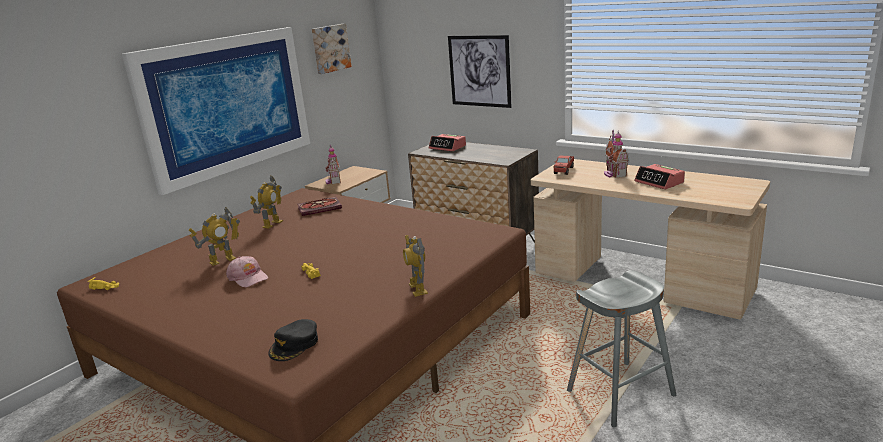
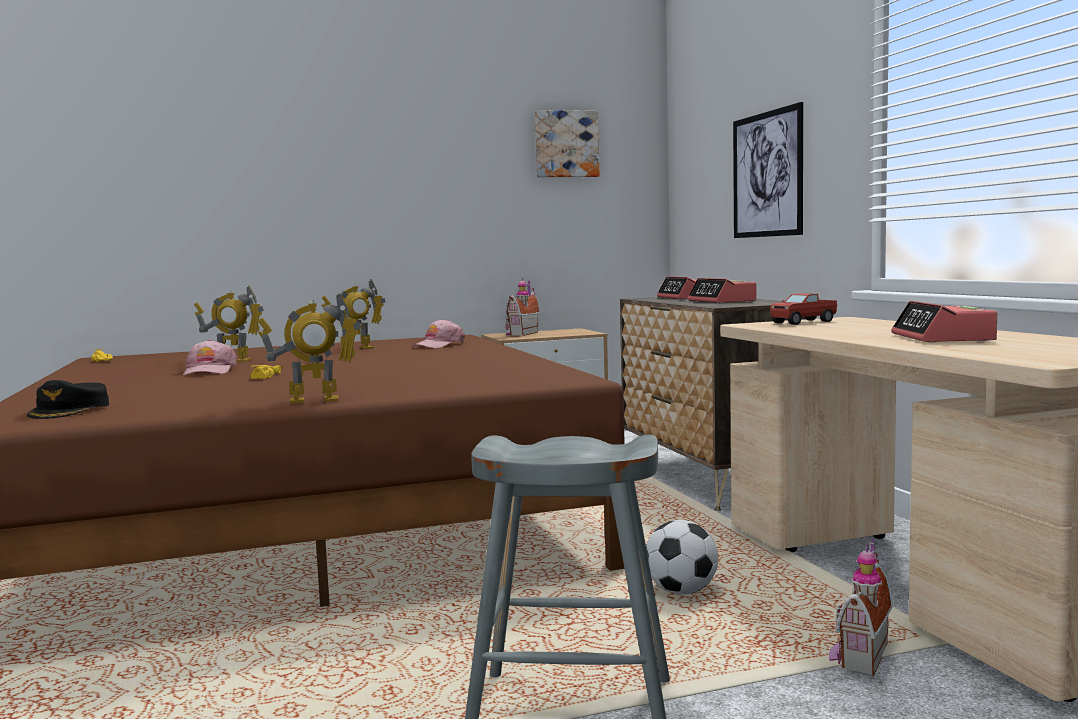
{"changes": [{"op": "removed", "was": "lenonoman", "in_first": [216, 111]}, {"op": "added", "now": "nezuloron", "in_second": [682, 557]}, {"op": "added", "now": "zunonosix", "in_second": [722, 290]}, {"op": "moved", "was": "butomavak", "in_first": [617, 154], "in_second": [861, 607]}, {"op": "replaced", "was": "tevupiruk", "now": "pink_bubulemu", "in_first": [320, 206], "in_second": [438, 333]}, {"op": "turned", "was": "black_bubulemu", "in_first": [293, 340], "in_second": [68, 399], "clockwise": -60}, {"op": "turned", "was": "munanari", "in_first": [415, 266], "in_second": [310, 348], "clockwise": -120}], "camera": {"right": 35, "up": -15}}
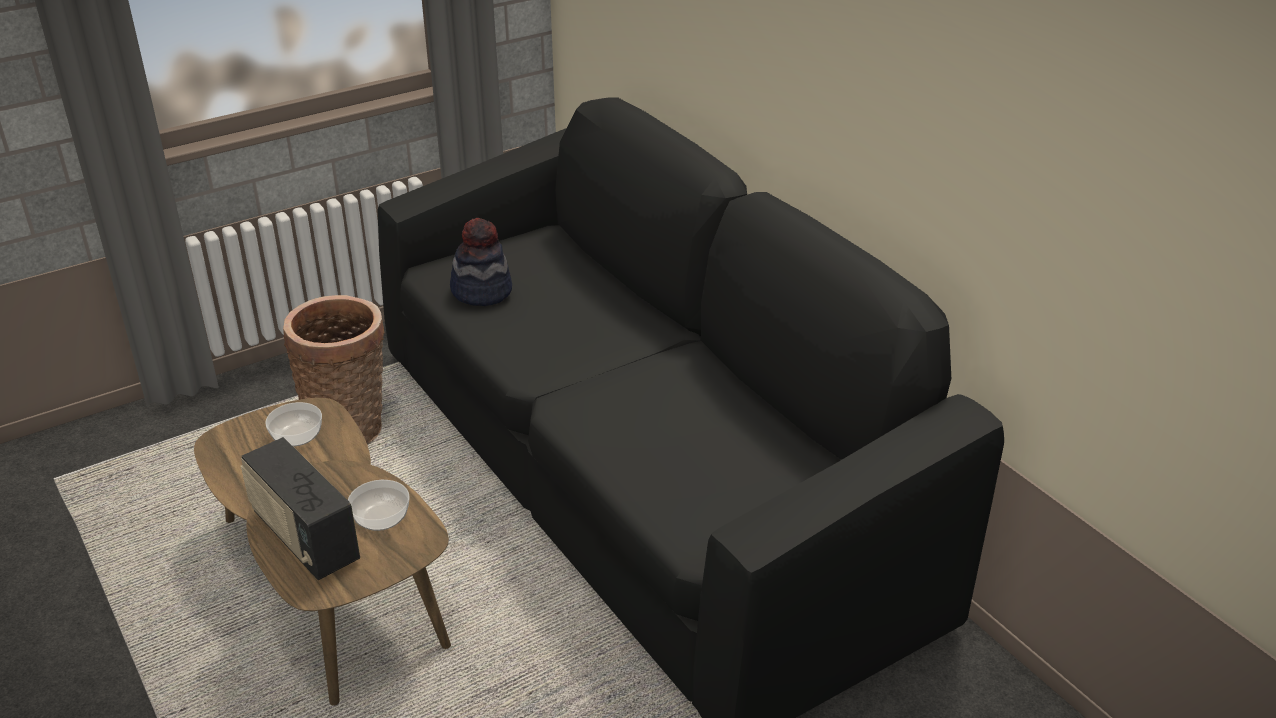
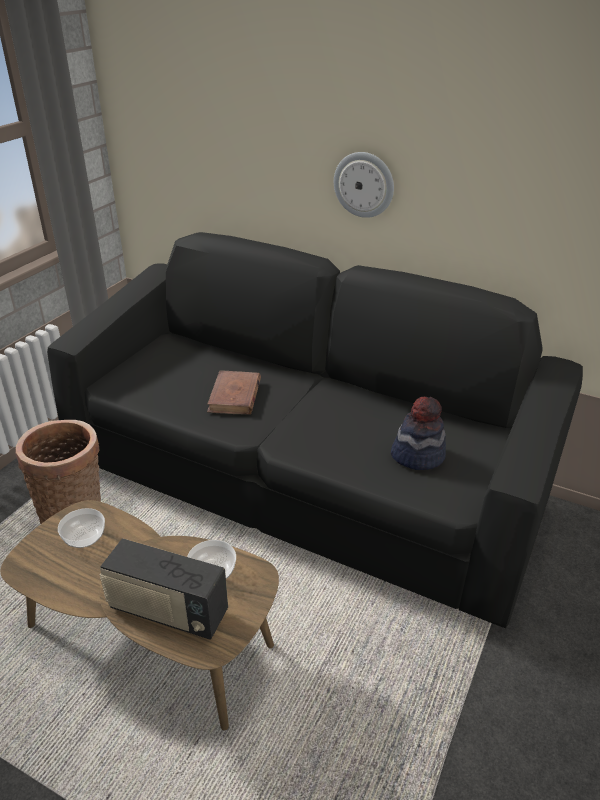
{"changes": [{"op": "added", "now": "brown_tevupiruk", "in_second": [234, 392]}, {"op": "added", "now": "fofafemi", "in_second": [364, 185]}, {"op": "moved", "was": "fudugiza", "in_first": [481, 262], "in_second": [418, 433]}], "camera": {"right": -30, "up": 0}}
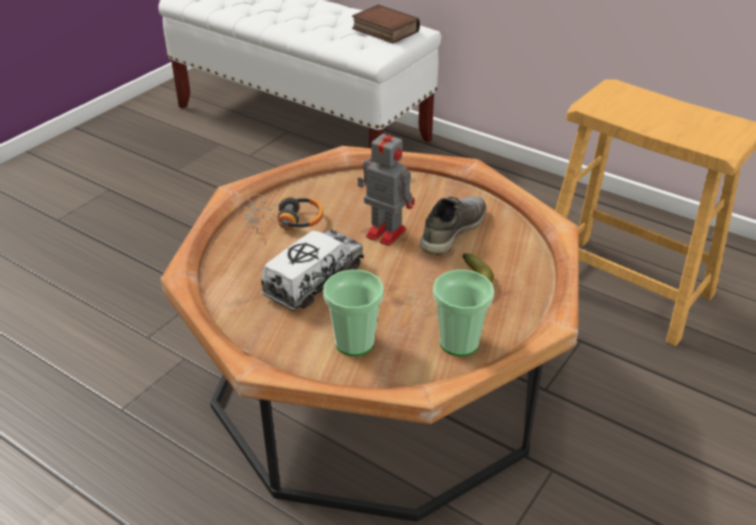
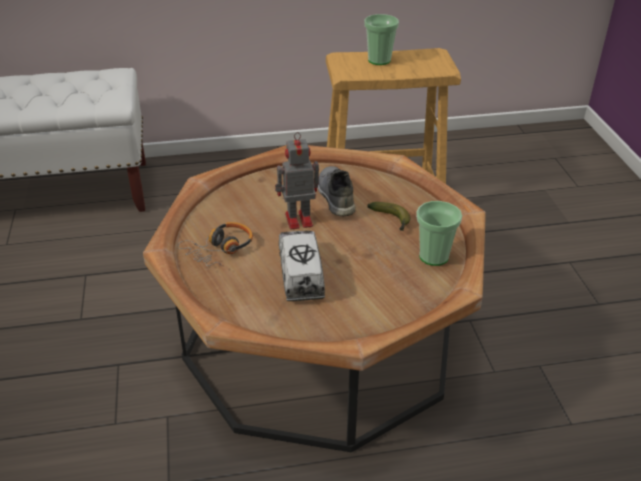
{"changes": [{"op": "removed", "was": "tevupiruk", "in_first": [386, 24]}, {"op": "moved", "was": "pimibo", "in_first": [353, 313], "in_second": [381, 39]}], "camera": {"right": -45, "up": 0}}
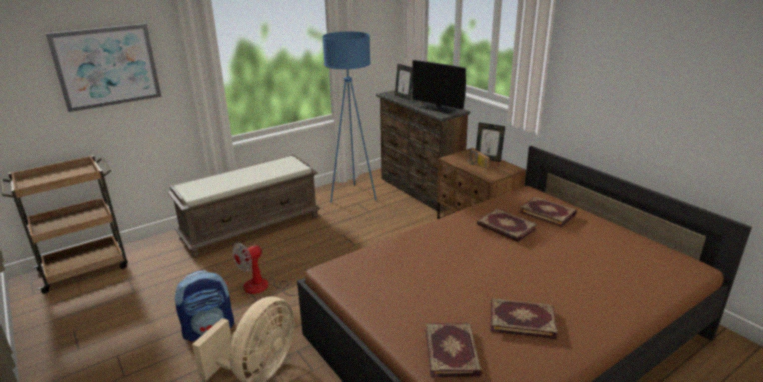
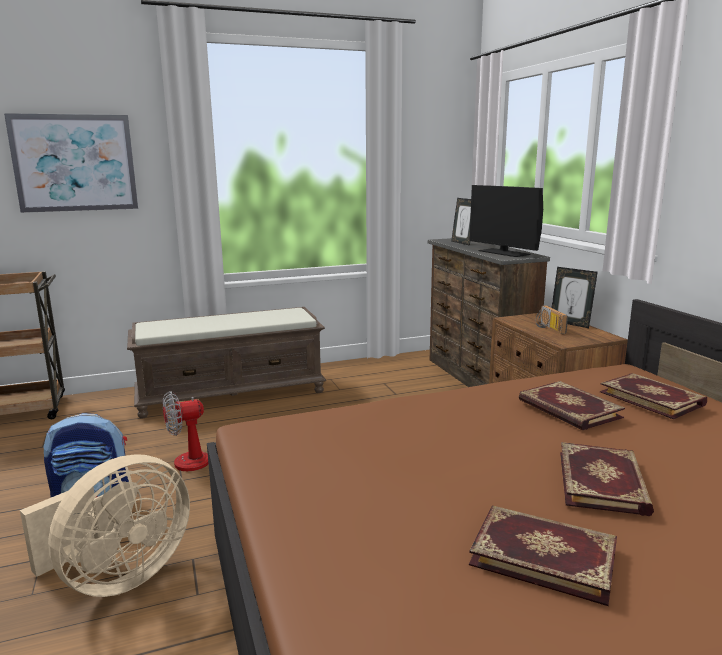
{"changes": [{"op": "removed", "was": "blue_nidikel", "in_first": [349, 117]}, {"op": "moved", "was": "tevupiruk", "in_first": [454, 350], "in_second": [607, 479]}], "camera": {"right": 15, "up": -10}}
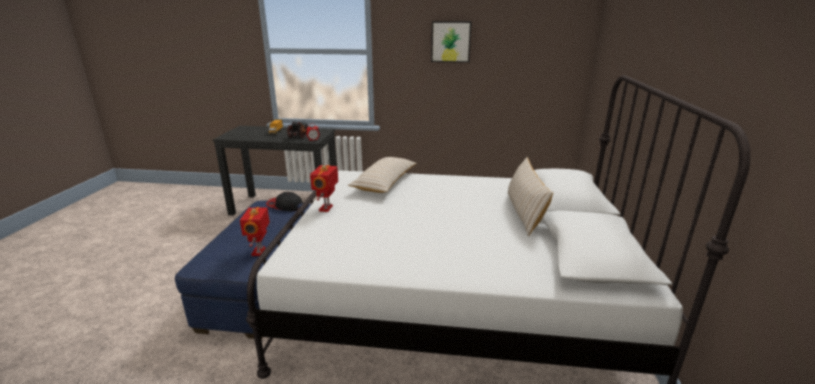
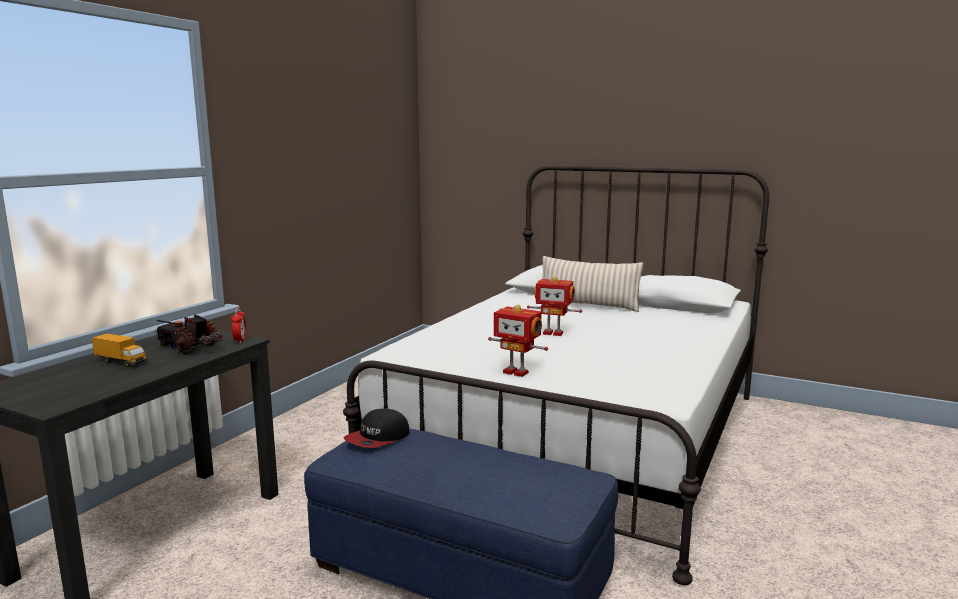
{"changes": [{"op": "removed", "was": "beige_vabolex", "in_first": [382, 175]}, {"op": "removed", "was": "lenonoman", "in_first": [451, 42]}, {"op": "moved", "was": "munanari", "in_first": [255, 231], "in_second": [554, 306]}], "camera": {"right": -70, "up": -10}}
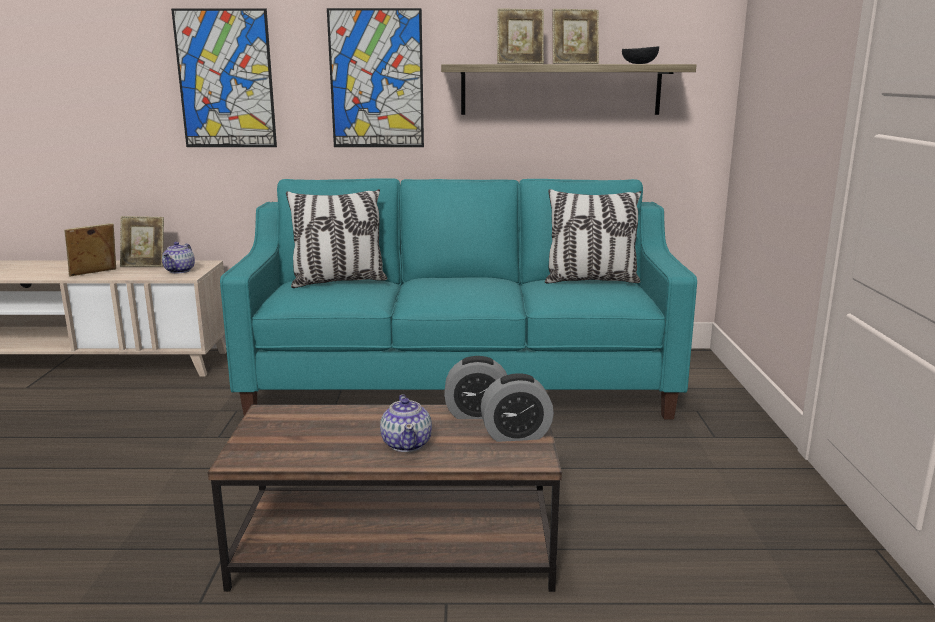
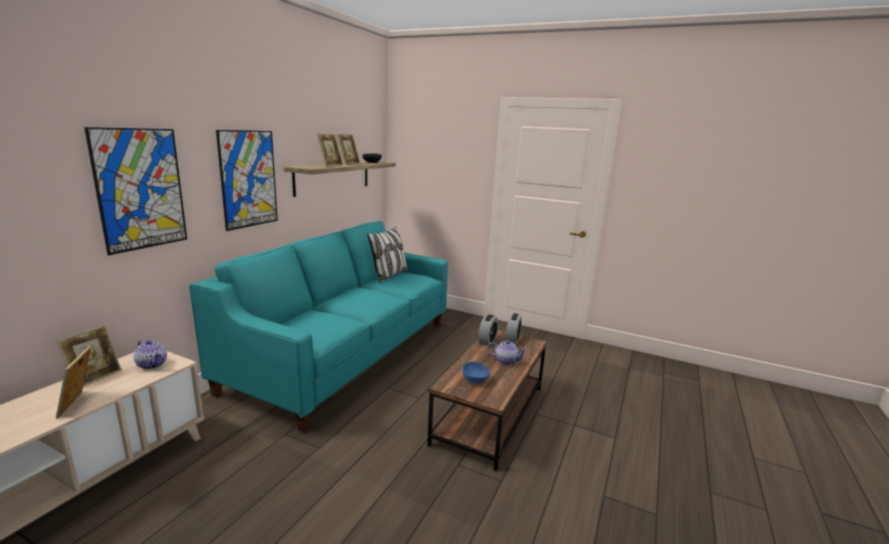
{"changes": [{"op": "removed", "was": "vabolex", "in_first": [336, 238]}, {"op": "added", "now": "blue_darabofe", "in_second": [476, 372]}], "camera": {"right": -65, "up": 0}}
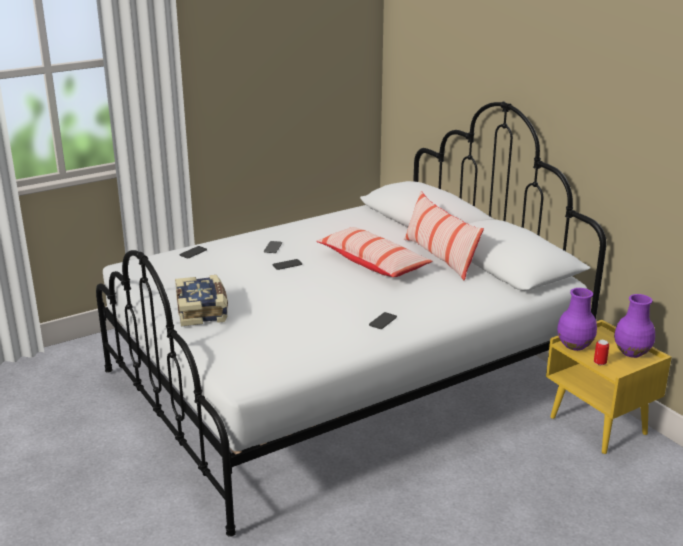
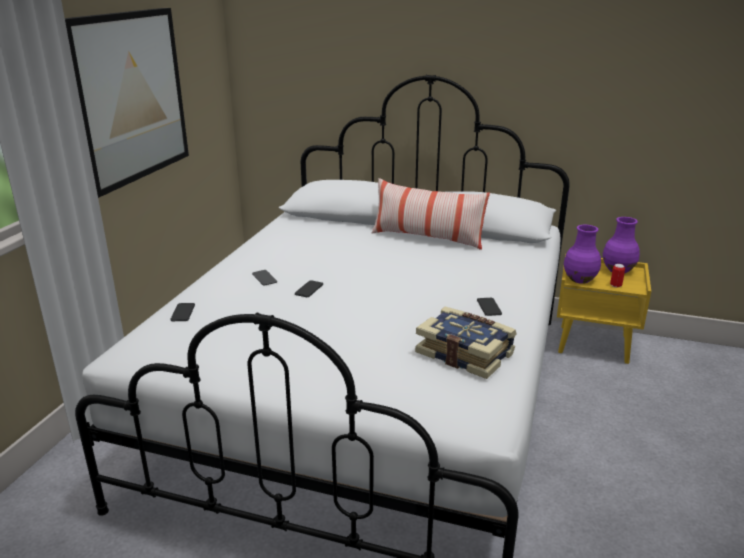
{"changes": [{"op": "removed", "was": "vabolex", "in_first": [374, 252]}, {"op": "added", "now": "lenonoman", "in_second": [127, 103]}, {"op": "moved", "was": "tevupiruk", "in_first": [201, 301], "in_second": [465, 342]}], "camera": {"right": -40, "up": 0}}
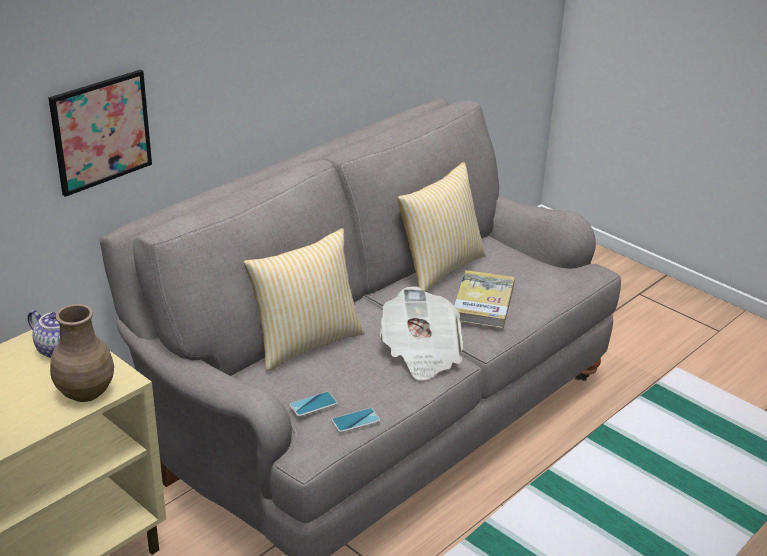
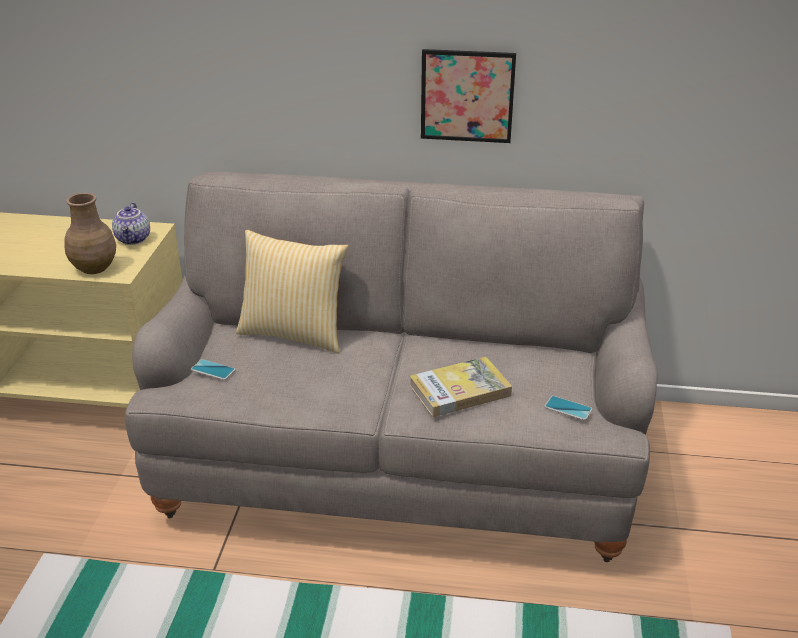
{"changes": [{"op": "removed", "was": "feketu", "in_first": [421, 333]}, {"op": "removed", "was": "vabolex", "in_first": [441, 227]}, {"op": "moved", "was": "lenonoman", "in_first": [100, 133], "in_second": [468, 96]}, {"op": "moved", "was": "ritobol", "in_first": [355, 420], "in_second": [568, 408]}], "camera": {"right": 55, "up": 0}}
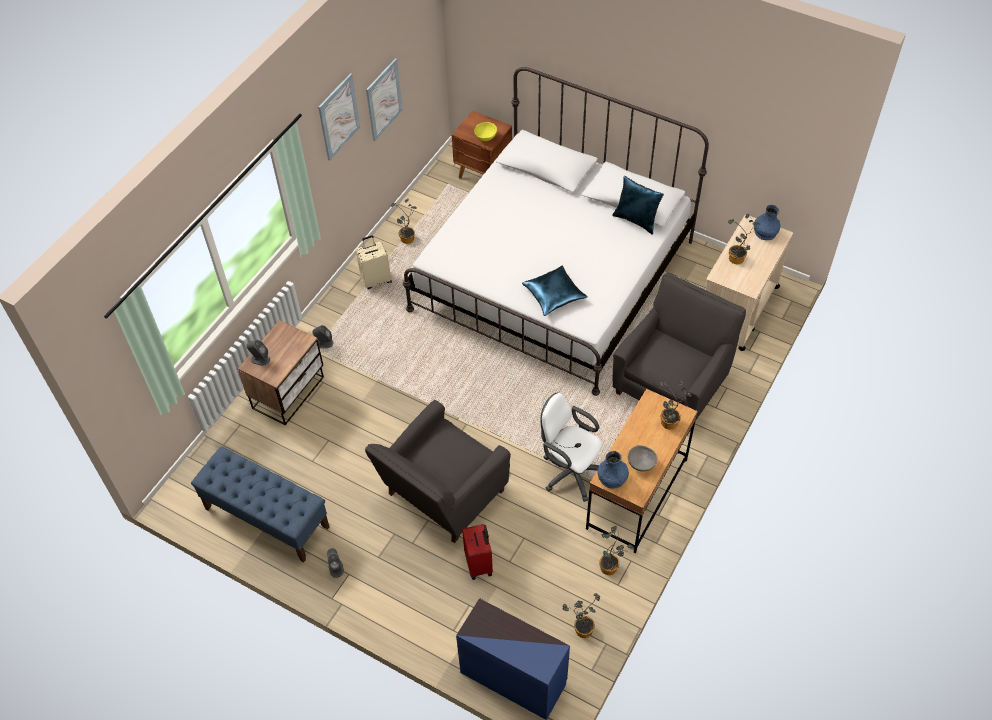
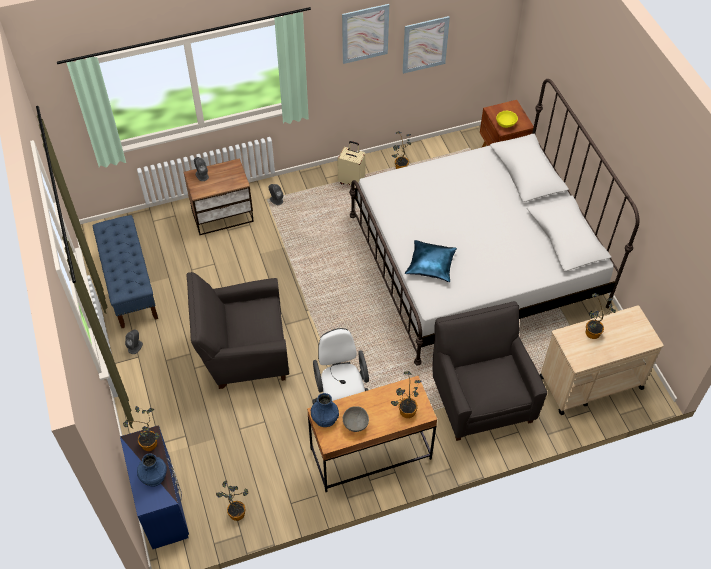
{"changes": [{"op": "removed", "was": "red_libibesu", "in_first": [477, 552]}, {"op": "removed", "was": "blue_vabolex", "in_first": [638, 205]}, {"op": "moved", "was": "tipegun", "in_first": [617, 550], "in_second": [141, 428]}, {"op": "moved", "was": "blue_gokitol", "in_first": [767, 222], "in_second": [152, 470]}, {"op": "turned", "was": "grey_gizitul", "in_first": [679, 351], "in_second": [489, 371], "clockwise": -90}], "camera": {"right": 40, "up": 0}}
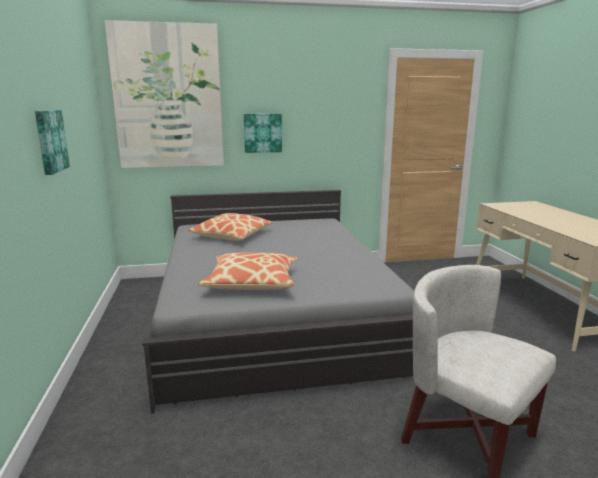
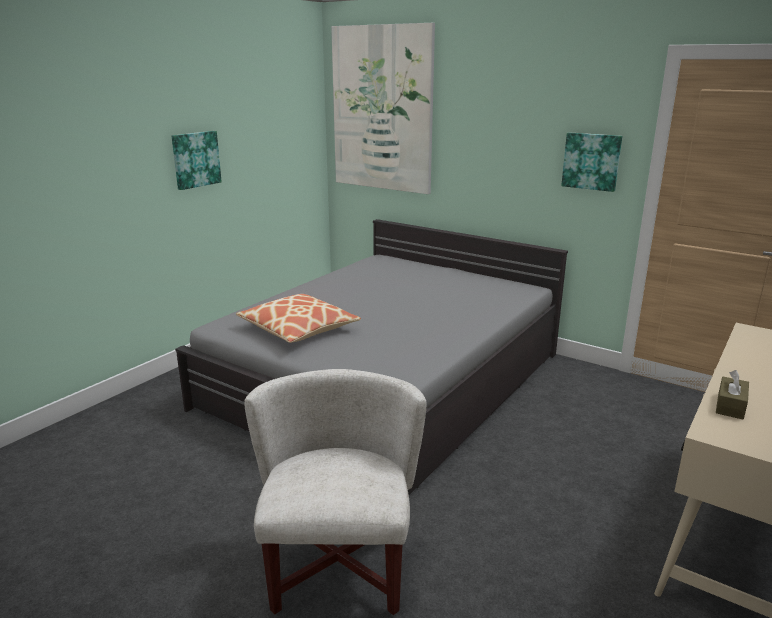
{"changes": [{"op": "removed", "was": "vabolex", "in_first": [230, 227]}, {"op": "added", "now": "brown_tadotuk", "in_second": [732, 394]}, {"op": "moved", "was": "lenonoman", "in_first": [263, 133], "in_second": [591, 162]}], "camera": {"right": 45, "up": 5}}
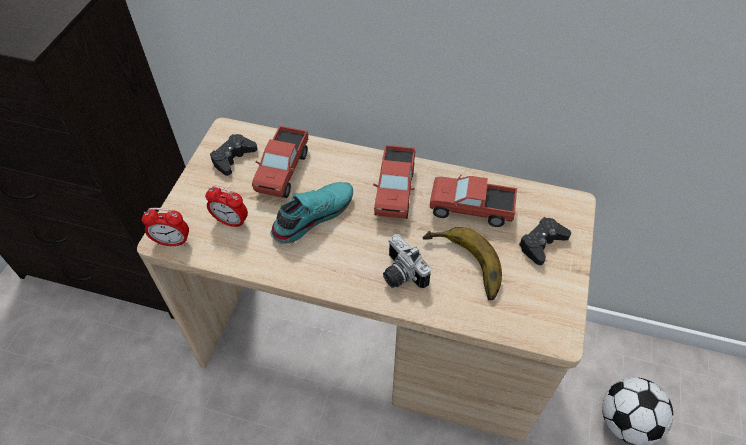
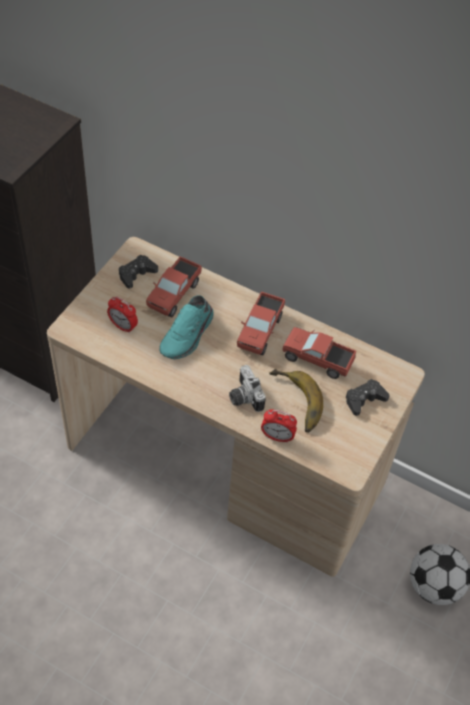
{"changes": [{"op": "moved", "was": "zunonosix", "in_first": [165, 227], "in_second": [279, 426]}, {"op": "turned", "was": "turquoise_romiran", "in_first": [311, 213], "in_second": [186, 327], "clockwise": 150}], "camera": {"right": 10, "up": 0}}
